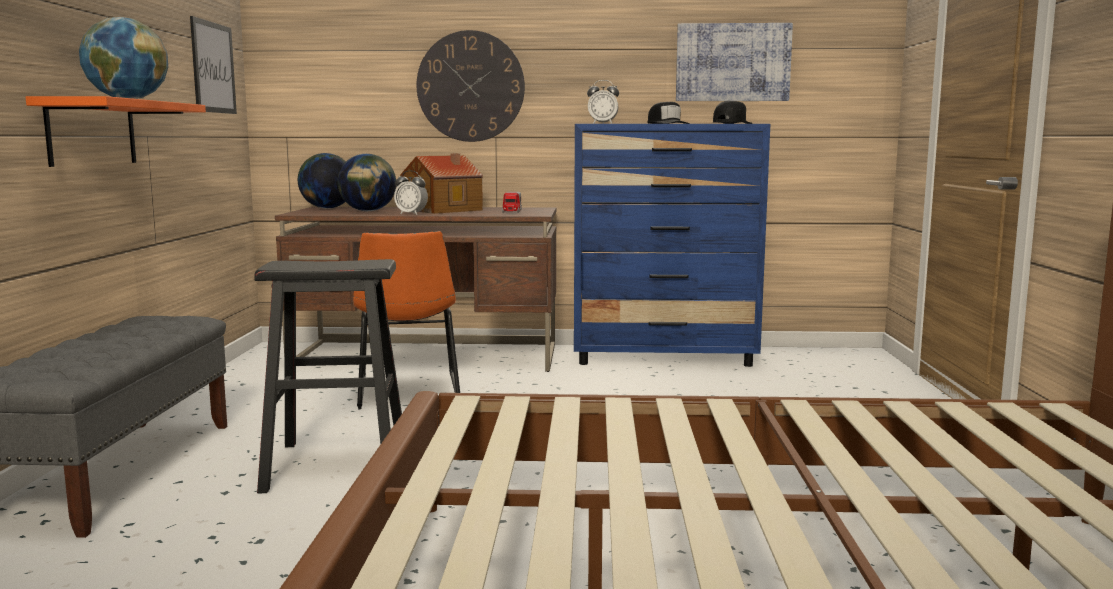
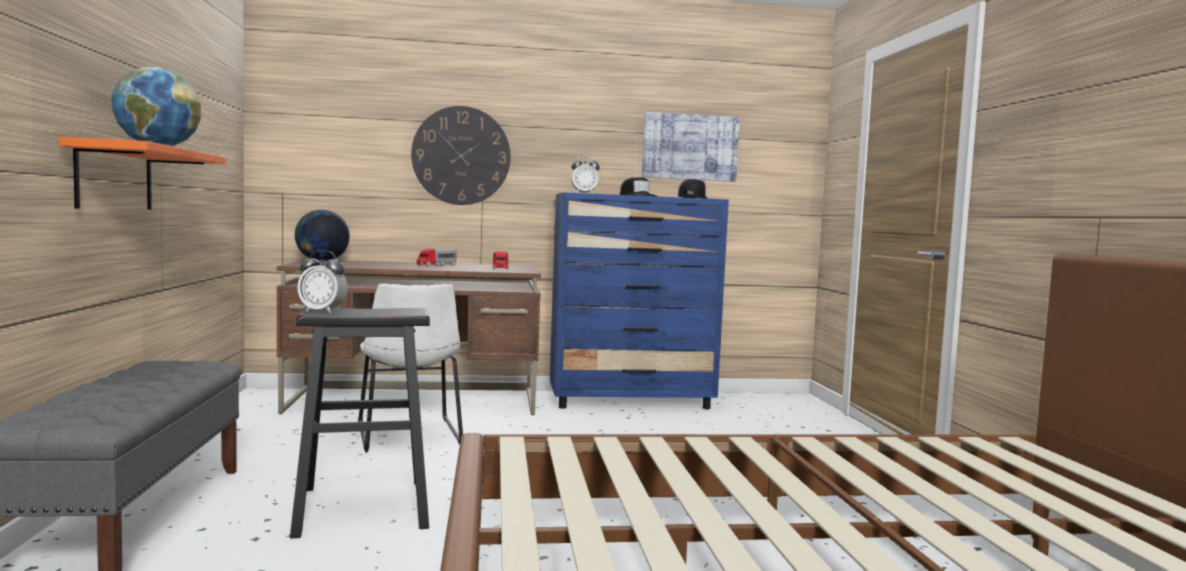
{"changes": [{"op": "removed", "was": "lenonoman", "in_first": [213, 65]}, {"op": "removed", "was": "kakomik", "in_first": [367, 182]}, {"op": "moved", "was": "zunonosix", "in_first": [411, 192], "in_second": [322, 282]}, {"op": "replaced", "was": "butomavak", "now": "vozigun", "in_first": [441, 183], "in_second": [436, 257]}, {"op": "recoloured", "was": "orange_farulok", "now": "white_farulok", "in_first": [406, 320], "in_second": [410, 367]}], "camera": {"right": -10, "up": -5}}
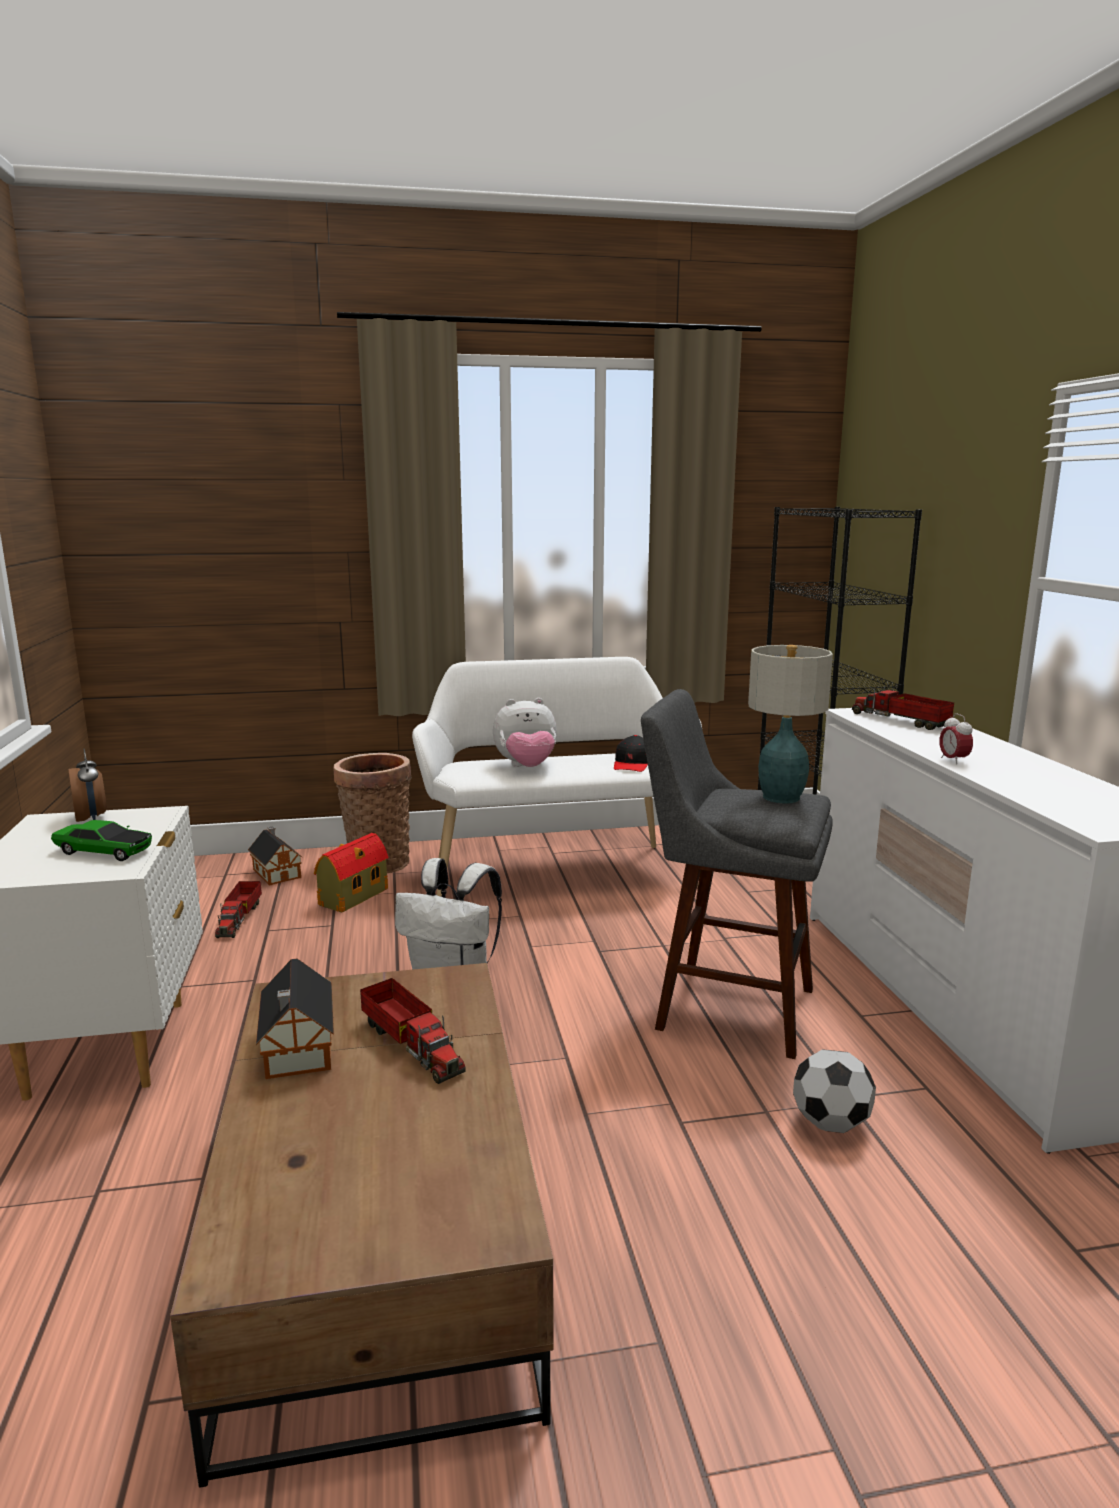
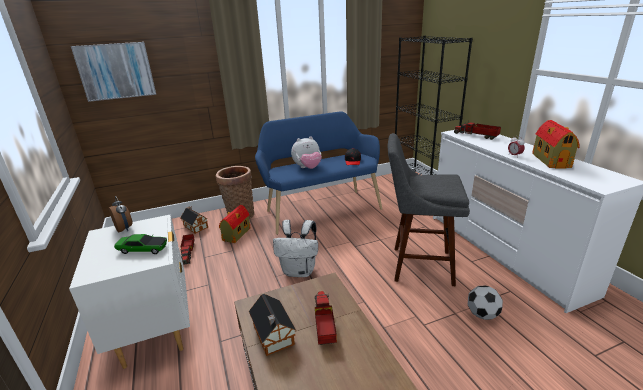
{"changes": [{"op": "removed", "was": "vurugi", "in_first": [790, 724]}, {"op": "added", "now": "lenonoman", "in_second": [113, 72]}, {"op": "added", "now": "butomavak", "in_second": [556, 144]}, {"op": "recoloured", "was": "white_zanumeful", "now": "blue_zanumeful", "in_first": [557, 777], "in_second": [318, 173]}, {"op": "turned", "was": "vozigun", "in_first": [413, 1031], "in_second": [326, 318], "clockwise": -135}], "camera": {"right": -10, "up": 10}}
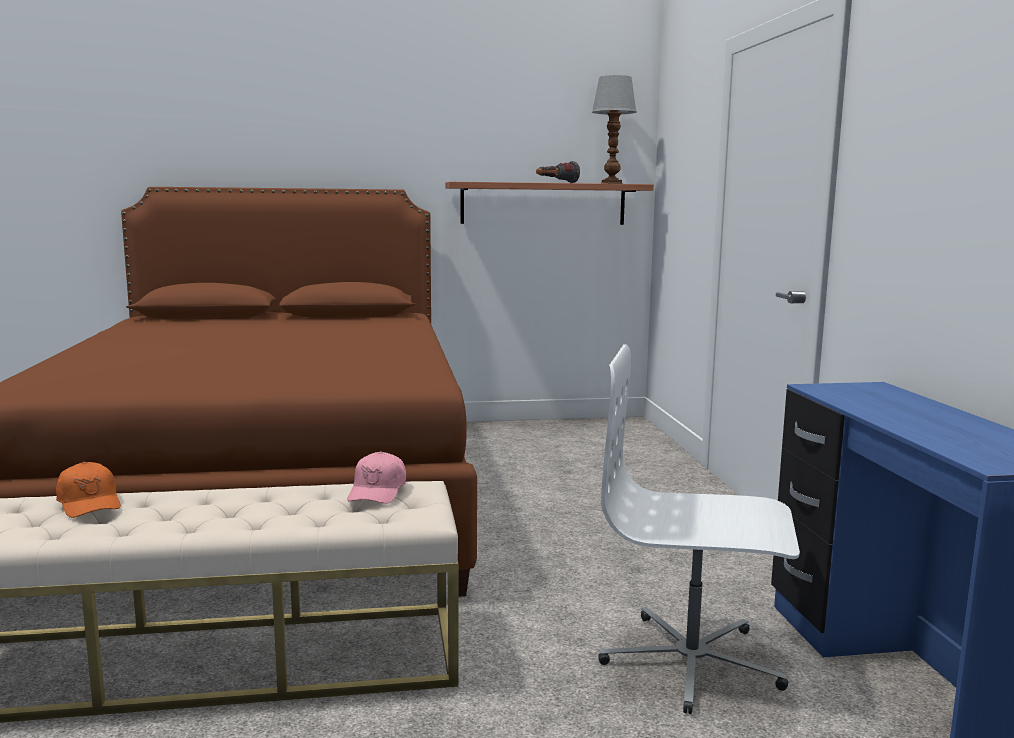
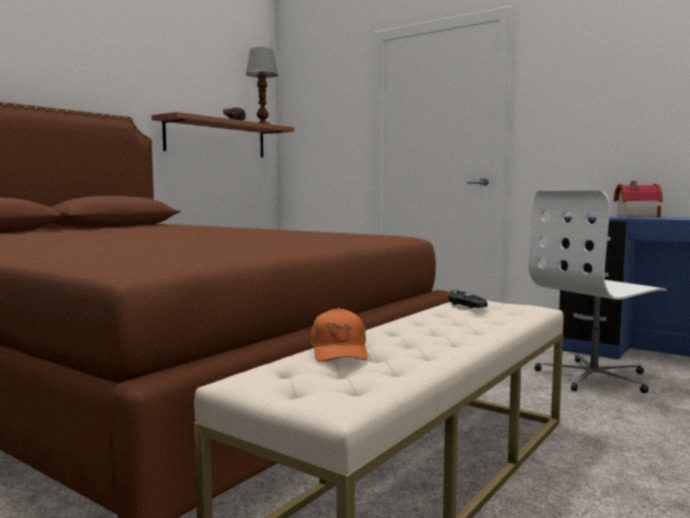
{"changes": [{"op": "added", "now": "butomavak", "in_second": [638, 199]}, {"op": "replaced", "was": "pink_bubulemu", "now": "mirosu", "in_first": [376, 477], "in_second": [468, 299]}, {"op": "turned", "was": "orange_bubulemu", "in_first": [88, 490], "in_second": [339, 335], "clockwise": 75}], "camera": {"right": -45, "up": -5}}
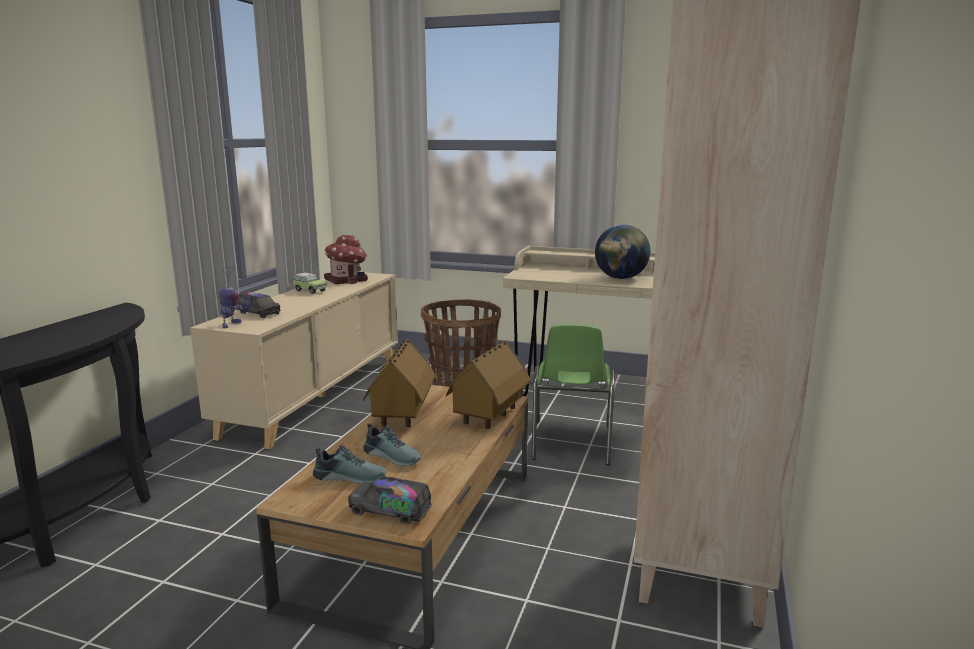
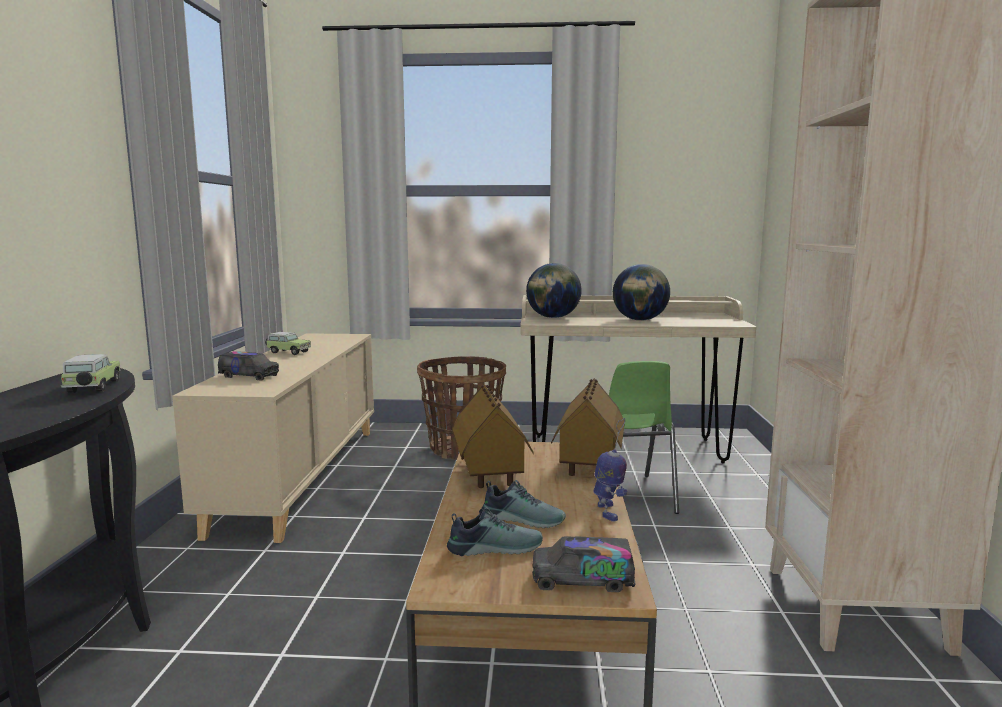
{"changes": [{"op": "removed", "was": "butomavak", "in_first": [346, 259]}, {"op": "added", "now": "mirosu", "in_second": [90, 373]}, {"op": "added", "now": "kakomik", "in_second": [554, 290]}, {"op": "moved", "was": "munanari", "in_first": [231, 297], "in_second": [610, 470]}], "camera": {"right": -15, "up": -5}}
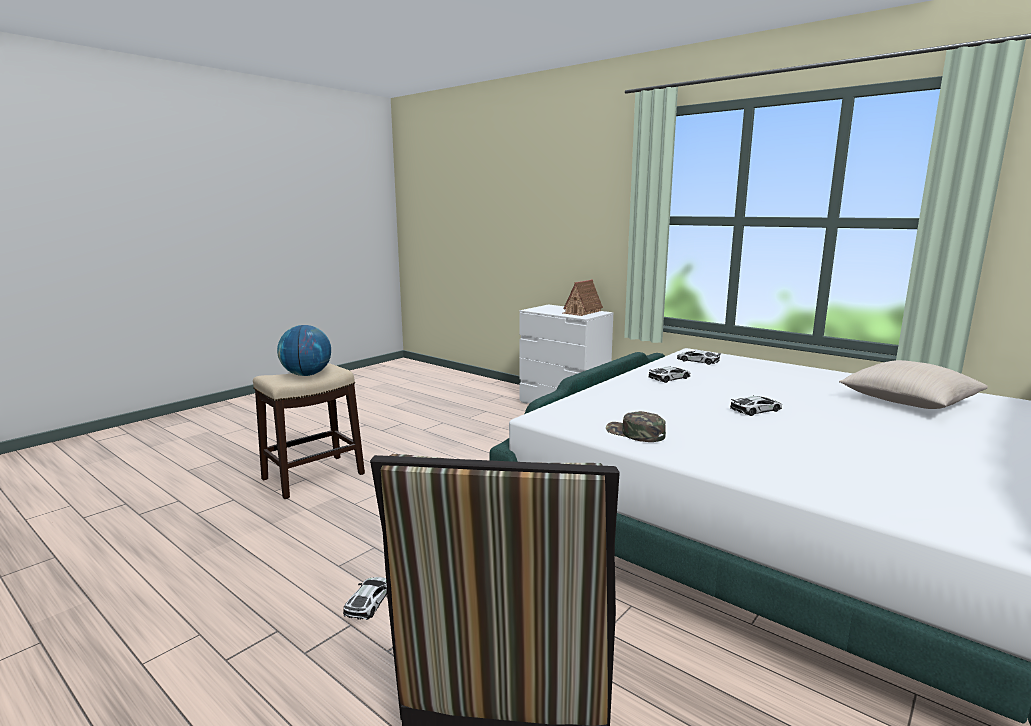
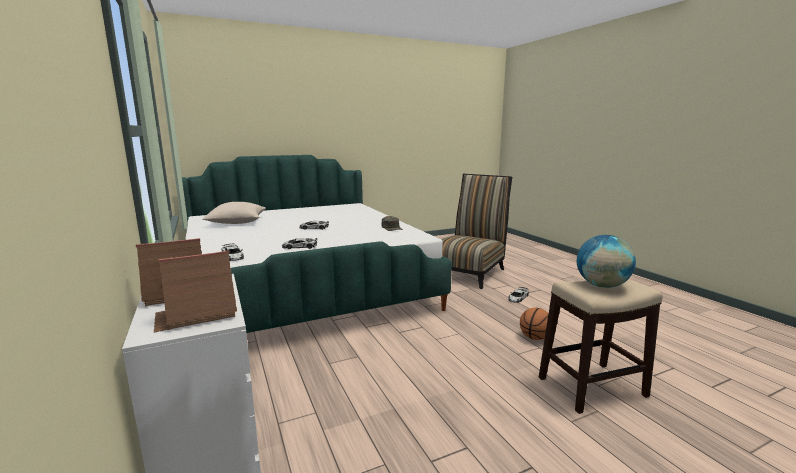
{"changes": [{"op": "added", "now": "butomavak", "in_second": [195, 291]}, {"op": "added", "now": "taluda", "in_second": [534, 324]}], "camera": {"right": -155, "up": 0}}
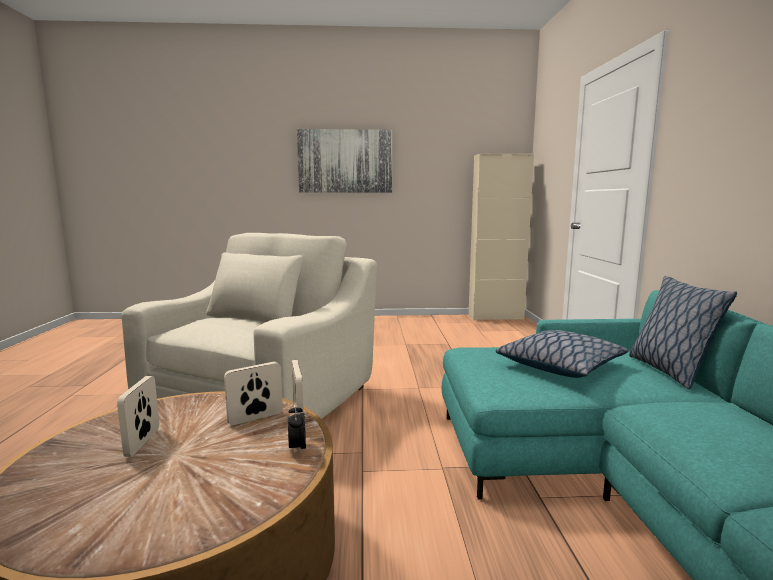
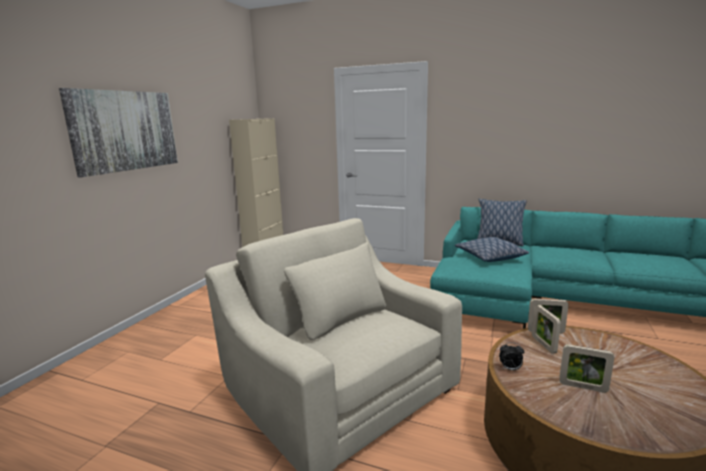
{"changes": [{"op": "moved", "was": "zunonosix", "in_first": [297, 428], "in_second": [511, 356]}], "camera": {"right": -65, "up": 5}}
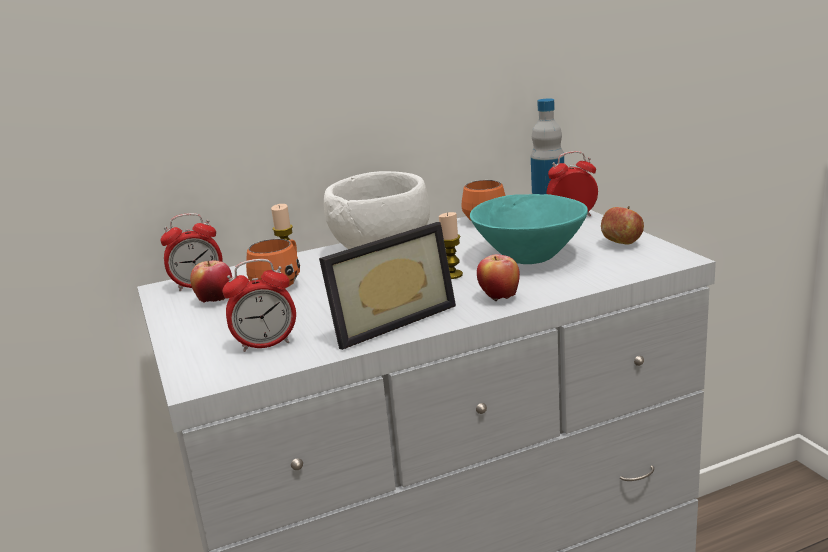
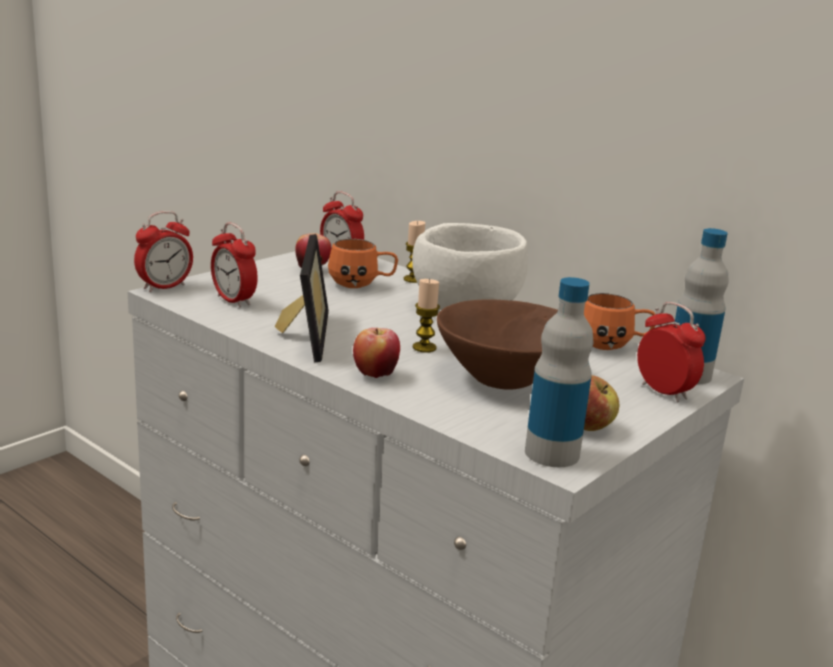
{"changes": [{"op": "added", "now": "zunonosix", "in_second": [163, 251]}, {"op": "added", "now": "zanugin", "in_second": [559, 372]}, {"op": "recoloured", "was": "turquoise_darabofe", "now": "brown_darabofe", "in_first": [529, 229], "in_second": [497, 345]}, {"op": "turned", "was": "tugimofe", "in_first": [387, 286], "in_second": [302, 298], "clockwise": -120}], "camera": {"right": 60, "up": 0}}
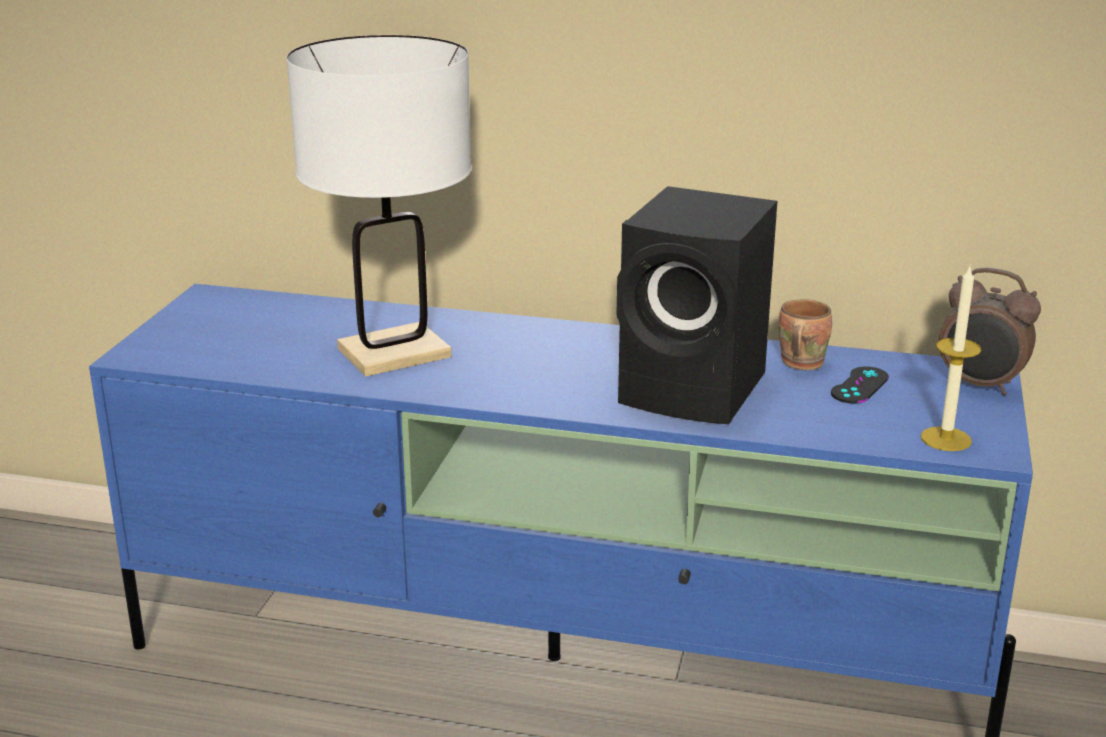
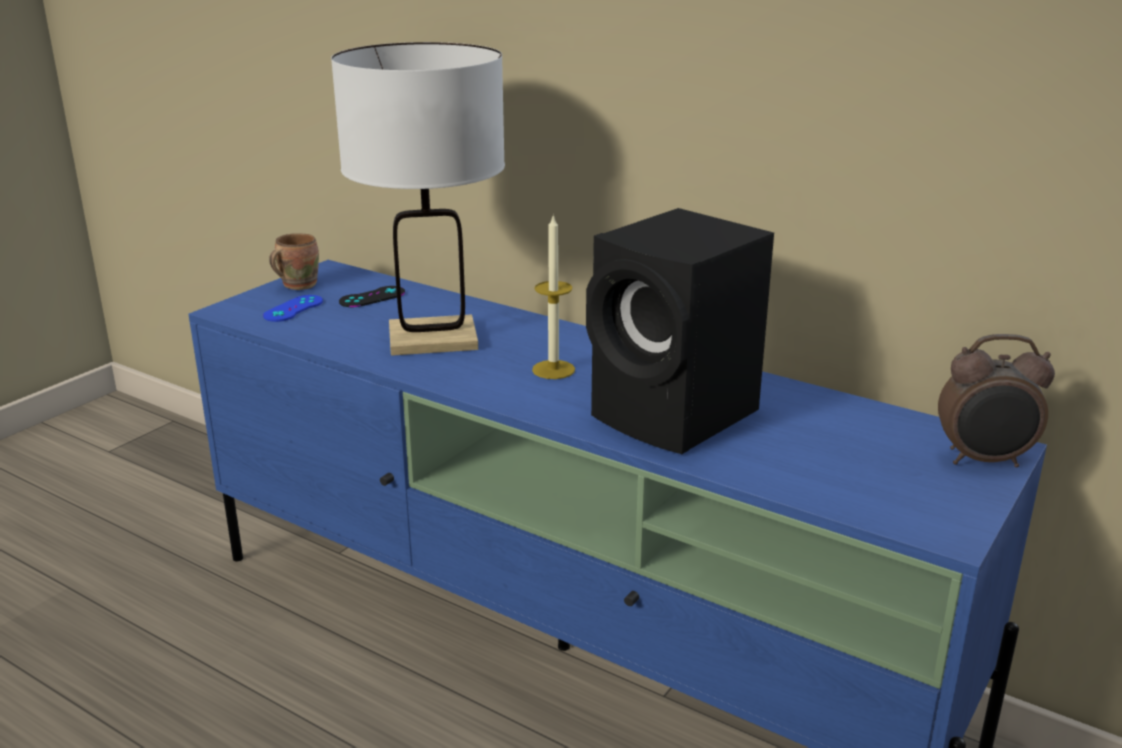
{"changes": [{"op": "added", "now": "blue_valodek", "in_second": [293, 308]}, {"op": "moved", "was": "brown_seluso", "in_first": [805, 334], "in_second": [294, 261]}, {"op": "moved", "was": "black_valodek", "in_first": [860, 384], "in_second": [372, 296]}, {"op": "moved", "was": "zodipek", "in_first": [951, 357], "in_second": [553, 296]}, {"op": "turned", "was": "zunonosix", "in_first": [990, 332], "in_second": [996, 400], "clockwise": -45}], "camera": {"right": 20, "up": 0}}
